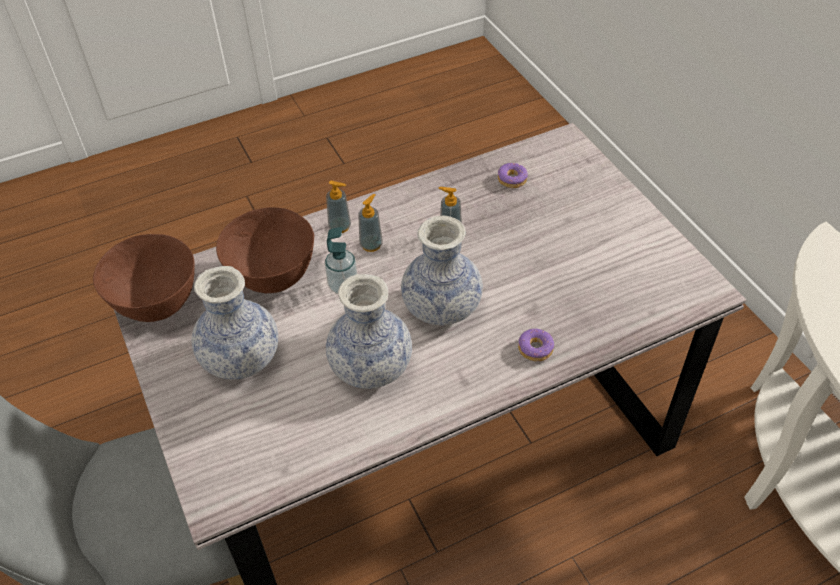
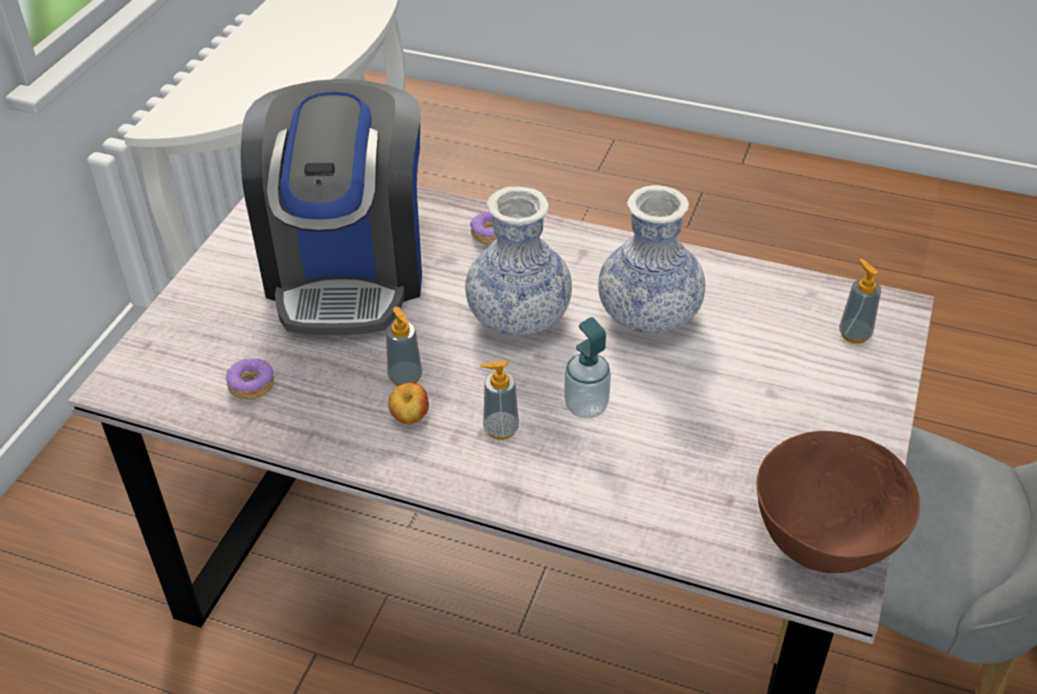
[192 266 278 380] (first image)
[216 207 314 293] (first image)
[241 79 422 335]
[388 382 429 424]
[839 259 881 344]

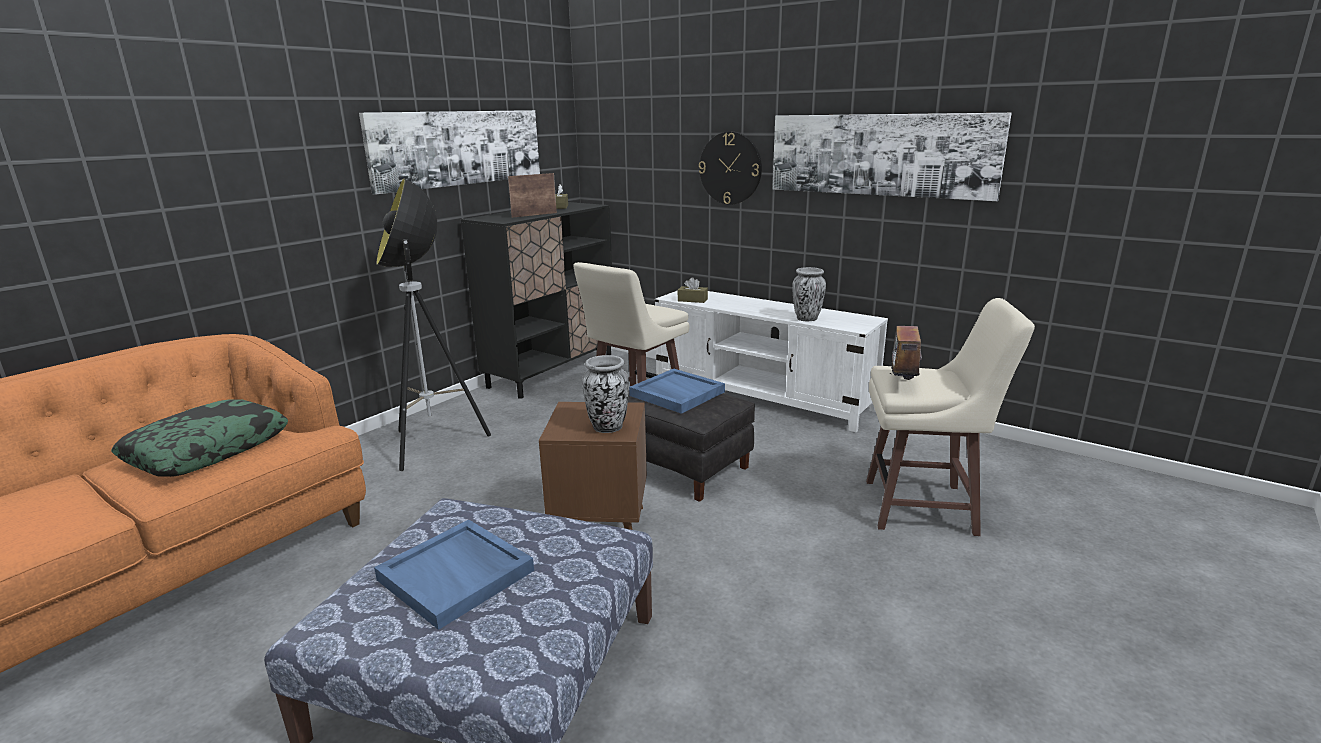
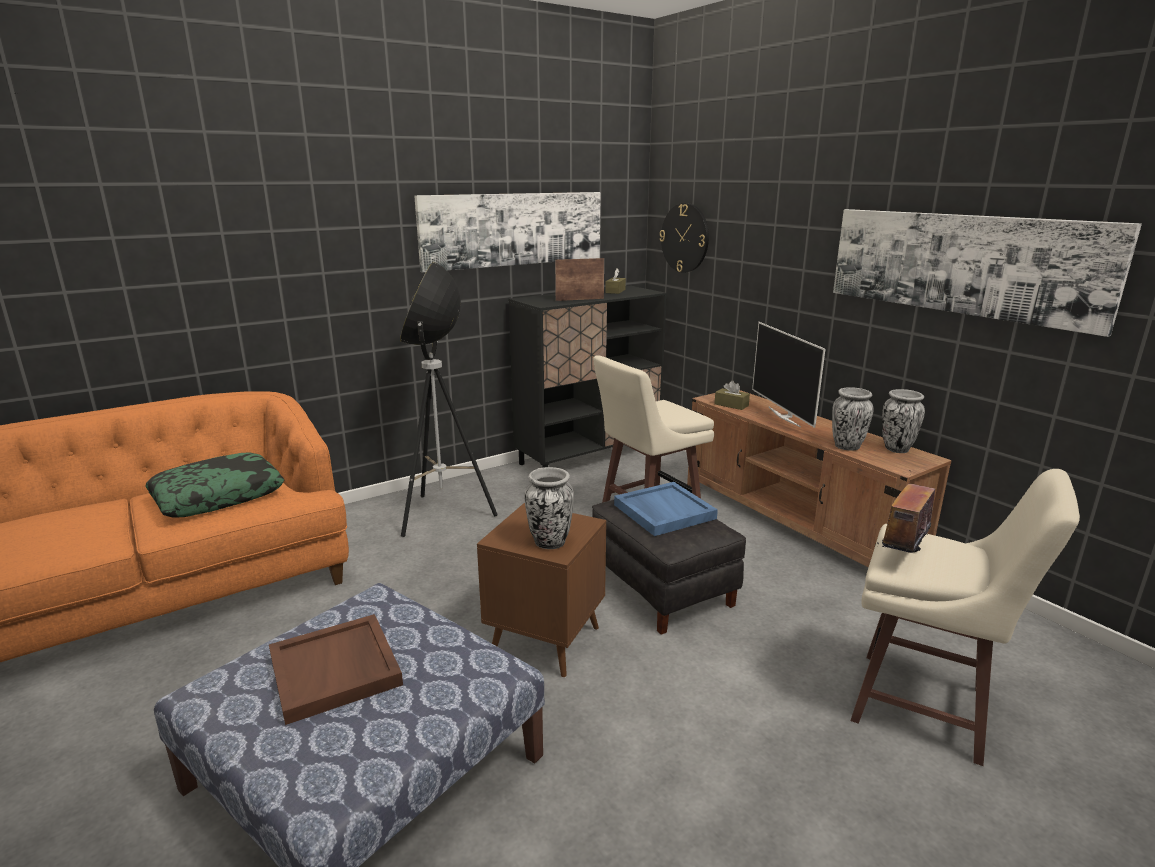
[752 322 825 428]
[882 389 925 453]
[660 203 709 273]
[269 614 403 725]
[687 390 952 567]

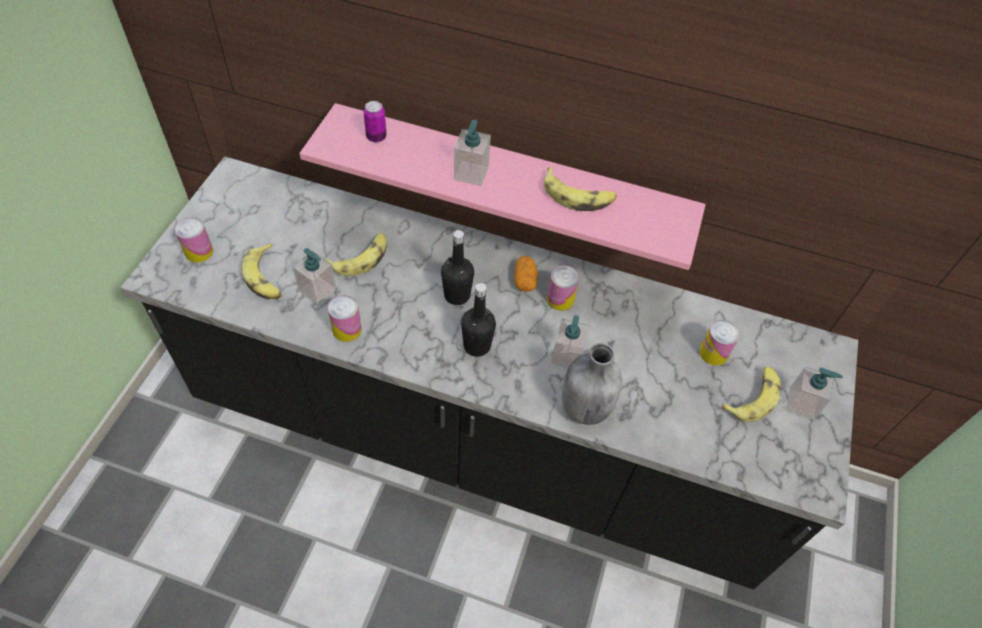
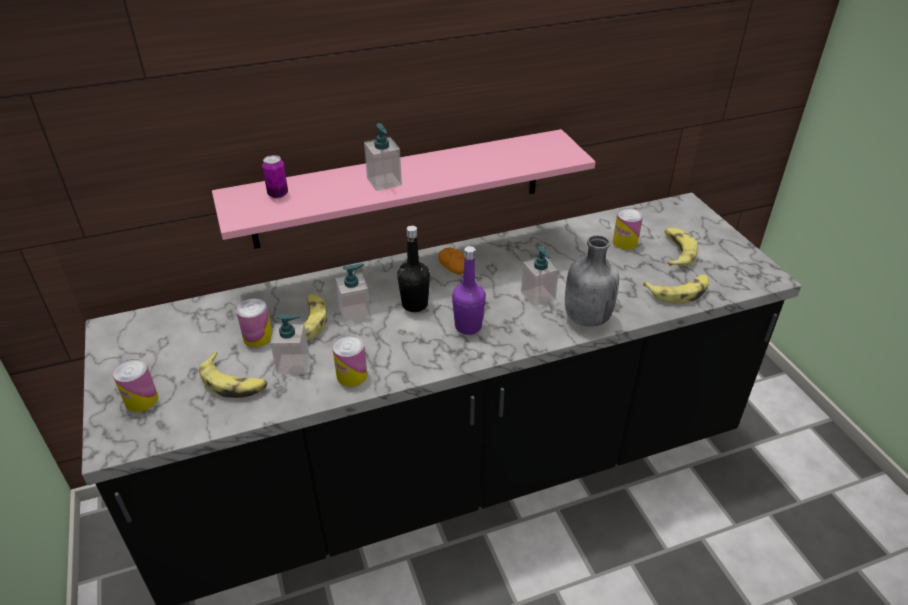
[643 274 709 304]
[236 299 272 347]
[335 264 371 324]
[452 246 486 335]

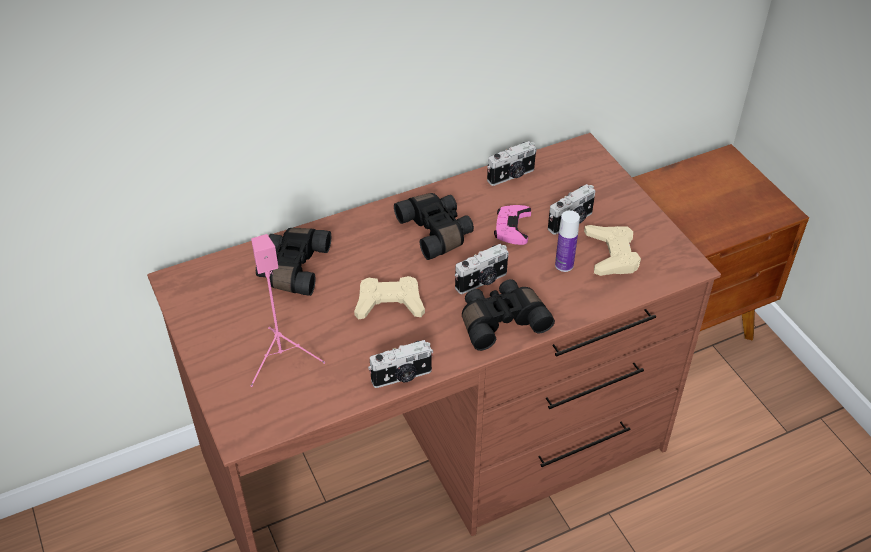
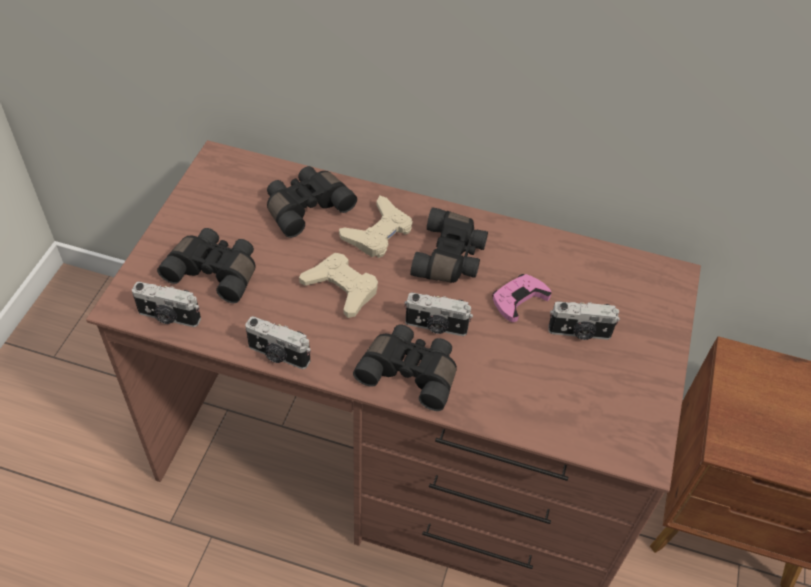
[555 210 580 272] (first image)
[132 282 201 327]
[339 196 413 258]
[157 228 255 303]

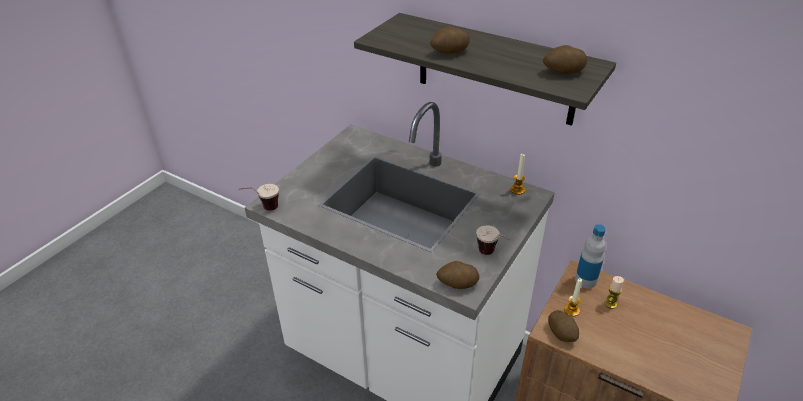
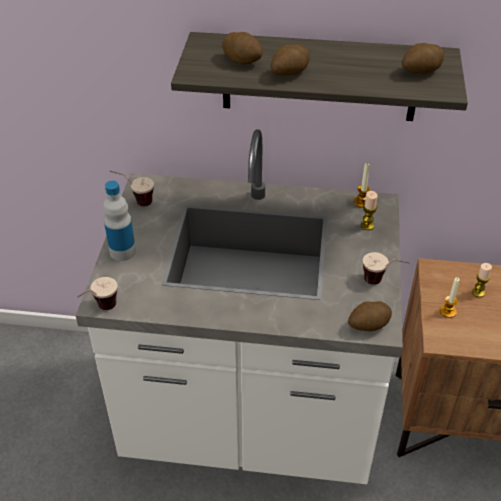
[110 171 154 206]
[361 191 378 230]
[222 32 263 65]
[103 181 136 261]

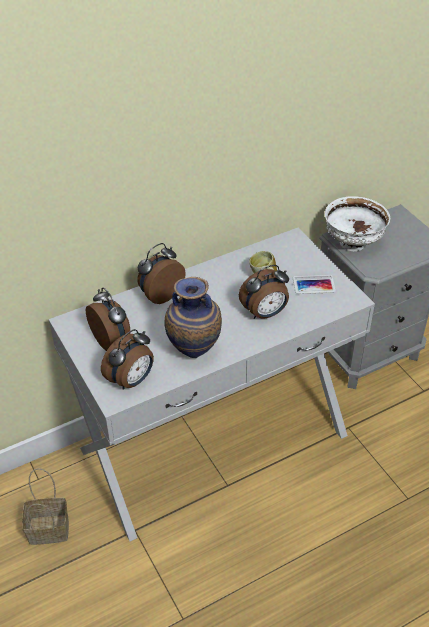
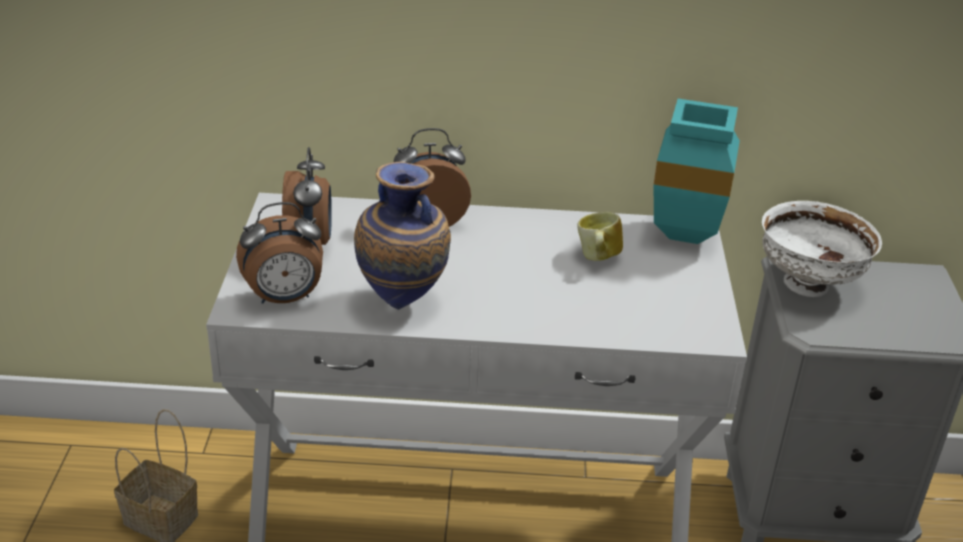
[239 265 289 319] (first image)
[293 275 336 294] (first image)
[654 99 740 244]

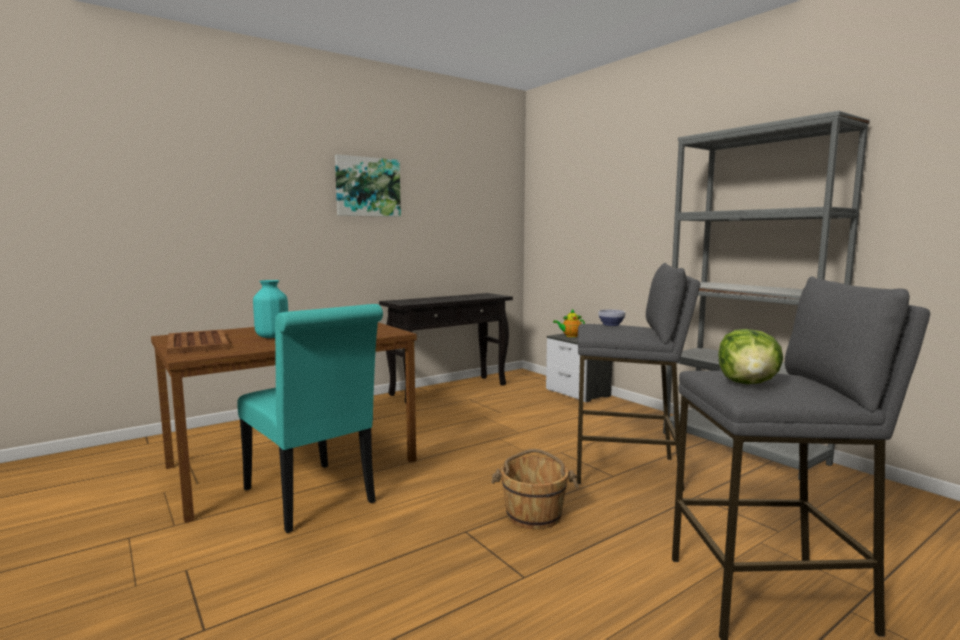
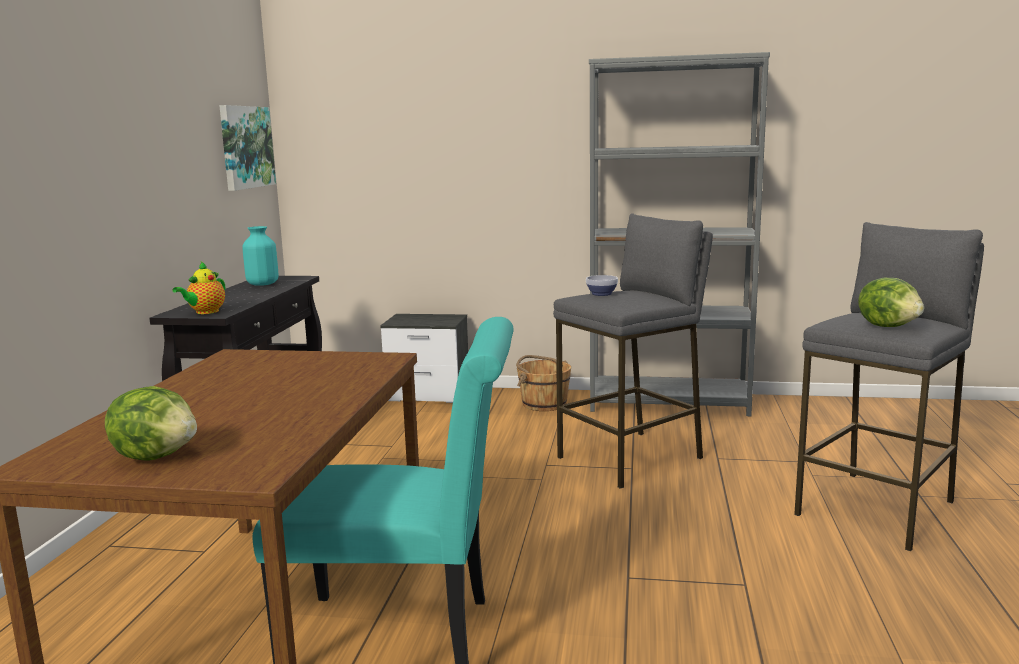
[242 226 278 286]
[219 105 276 191]
[516 355 571 411]
[173 262 225 314]
[105 386 197 461]

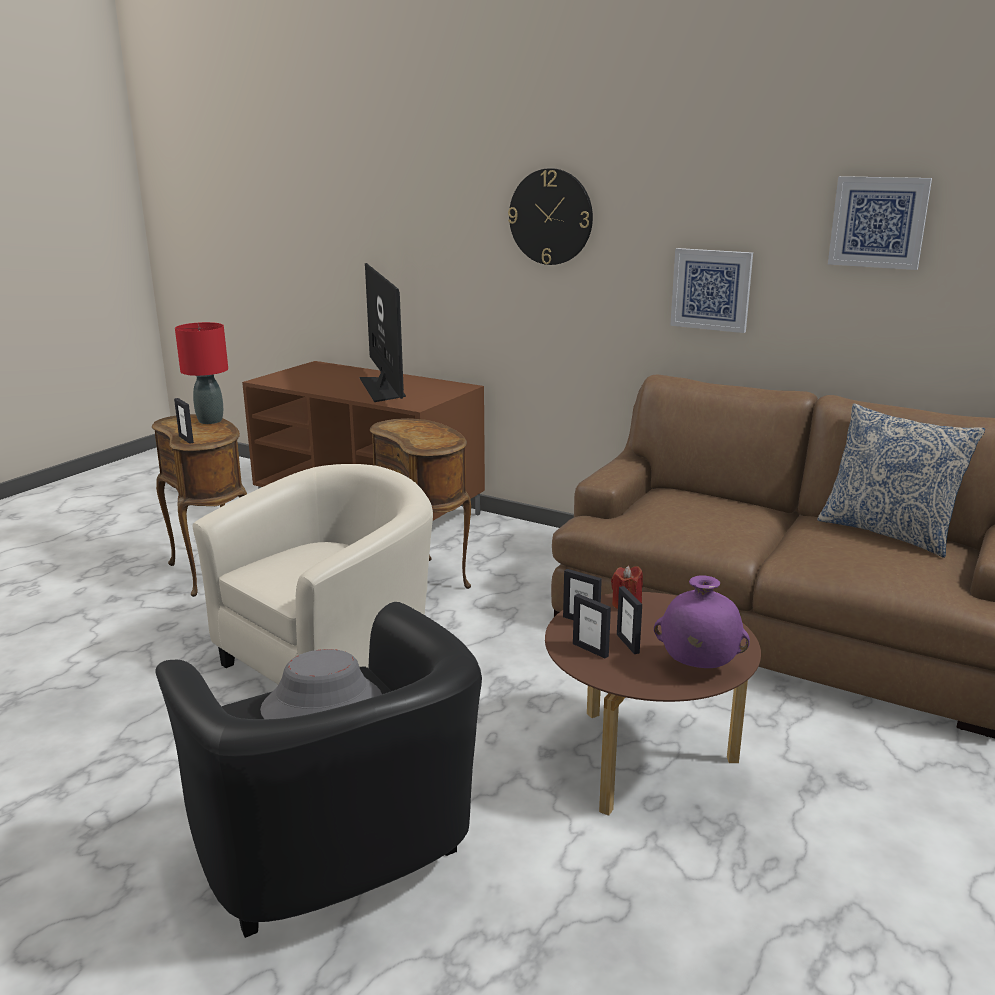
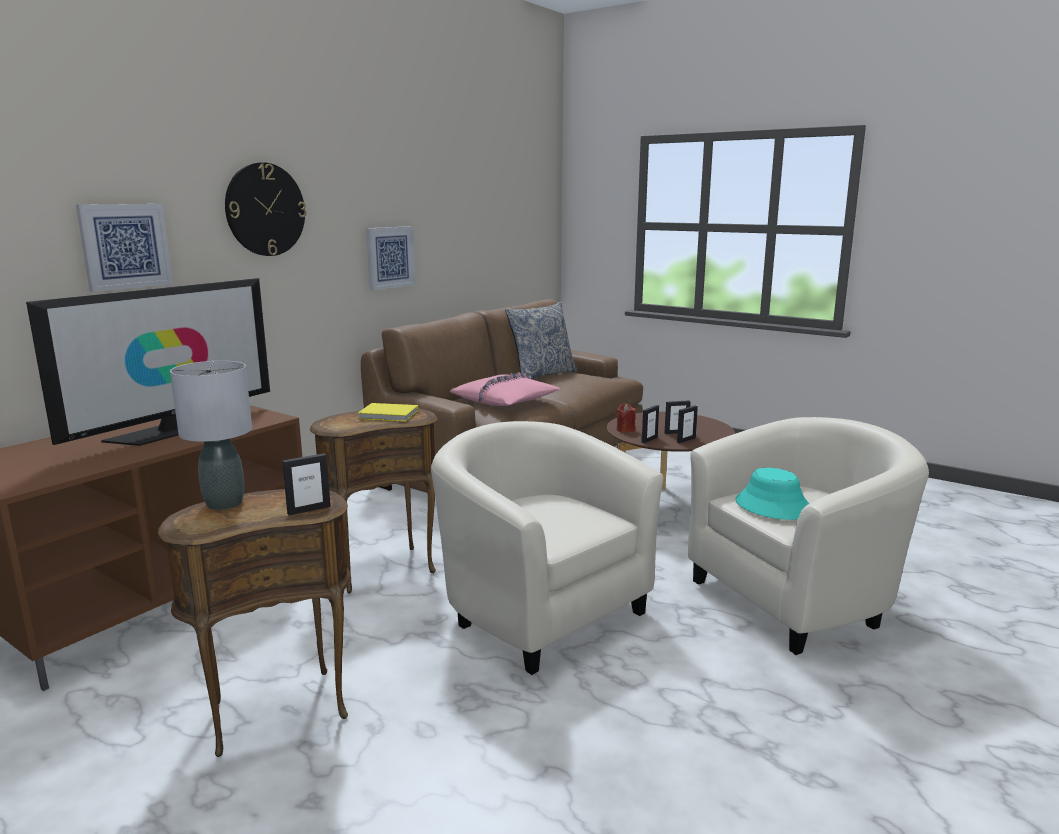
[654 575 750 668] (first image)
[358 403 418 422]
[450 372 560 406]
[76 204 173 292]
[688 417 929 655]
[170 361 252 510]
[735 468 809 520]
[26 278 270 446]

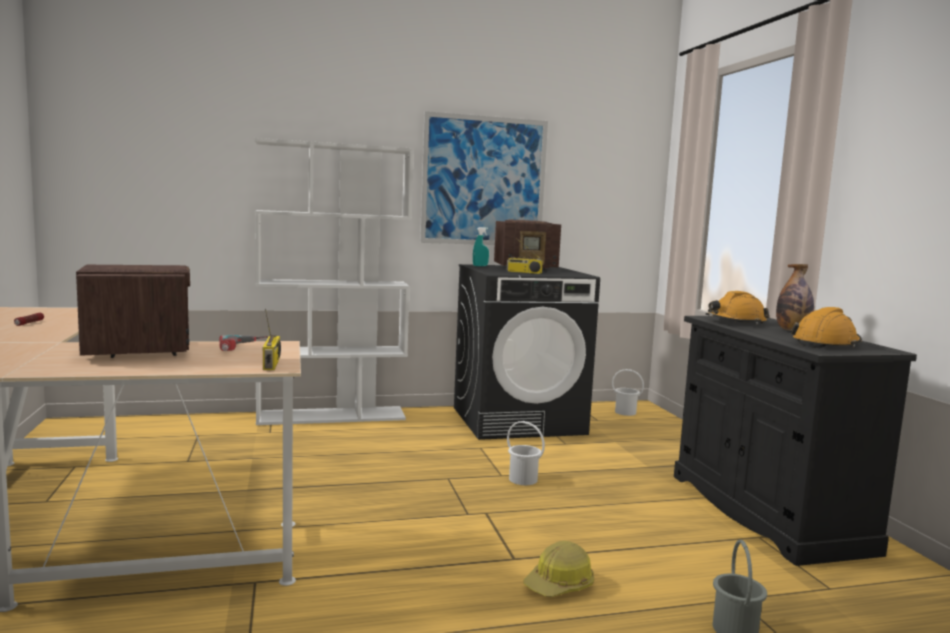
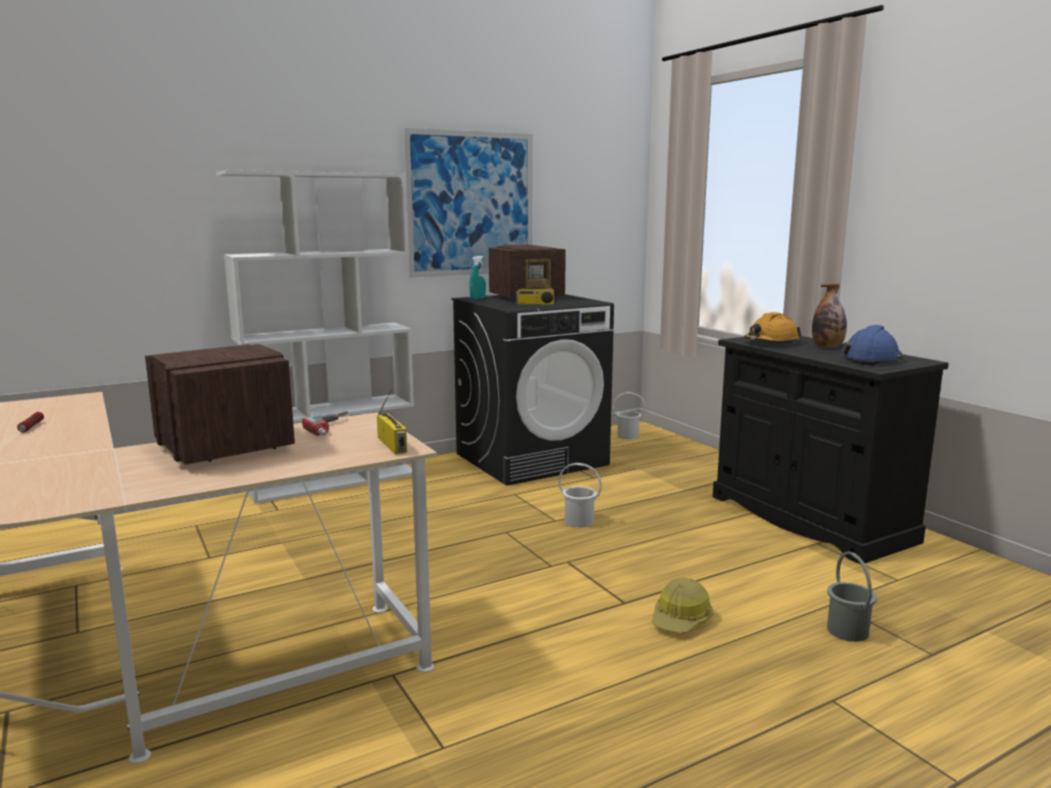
[842 325 902 366]

